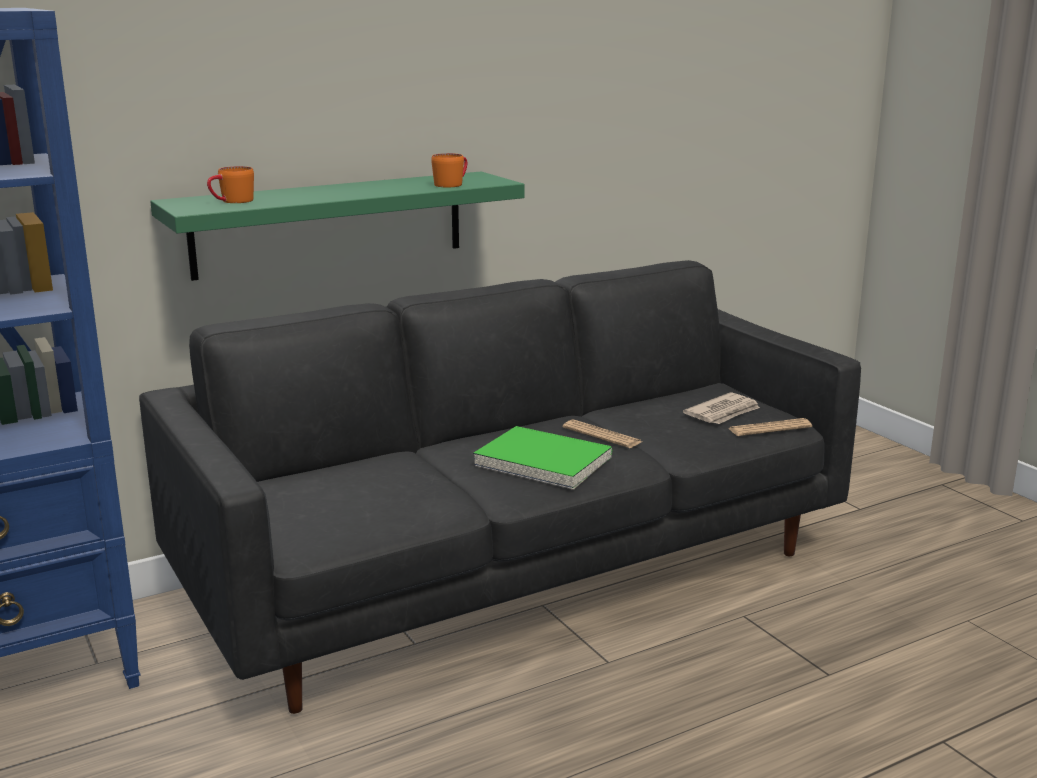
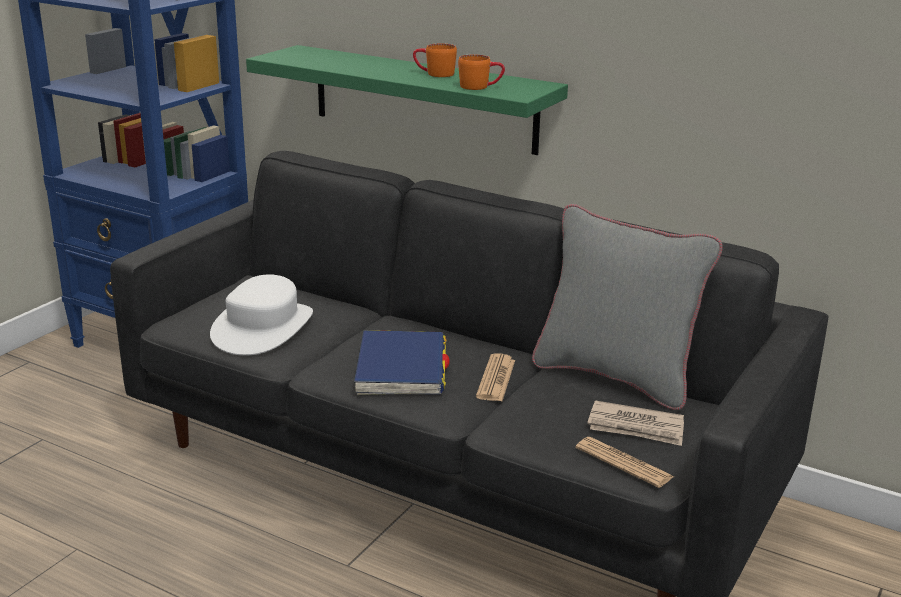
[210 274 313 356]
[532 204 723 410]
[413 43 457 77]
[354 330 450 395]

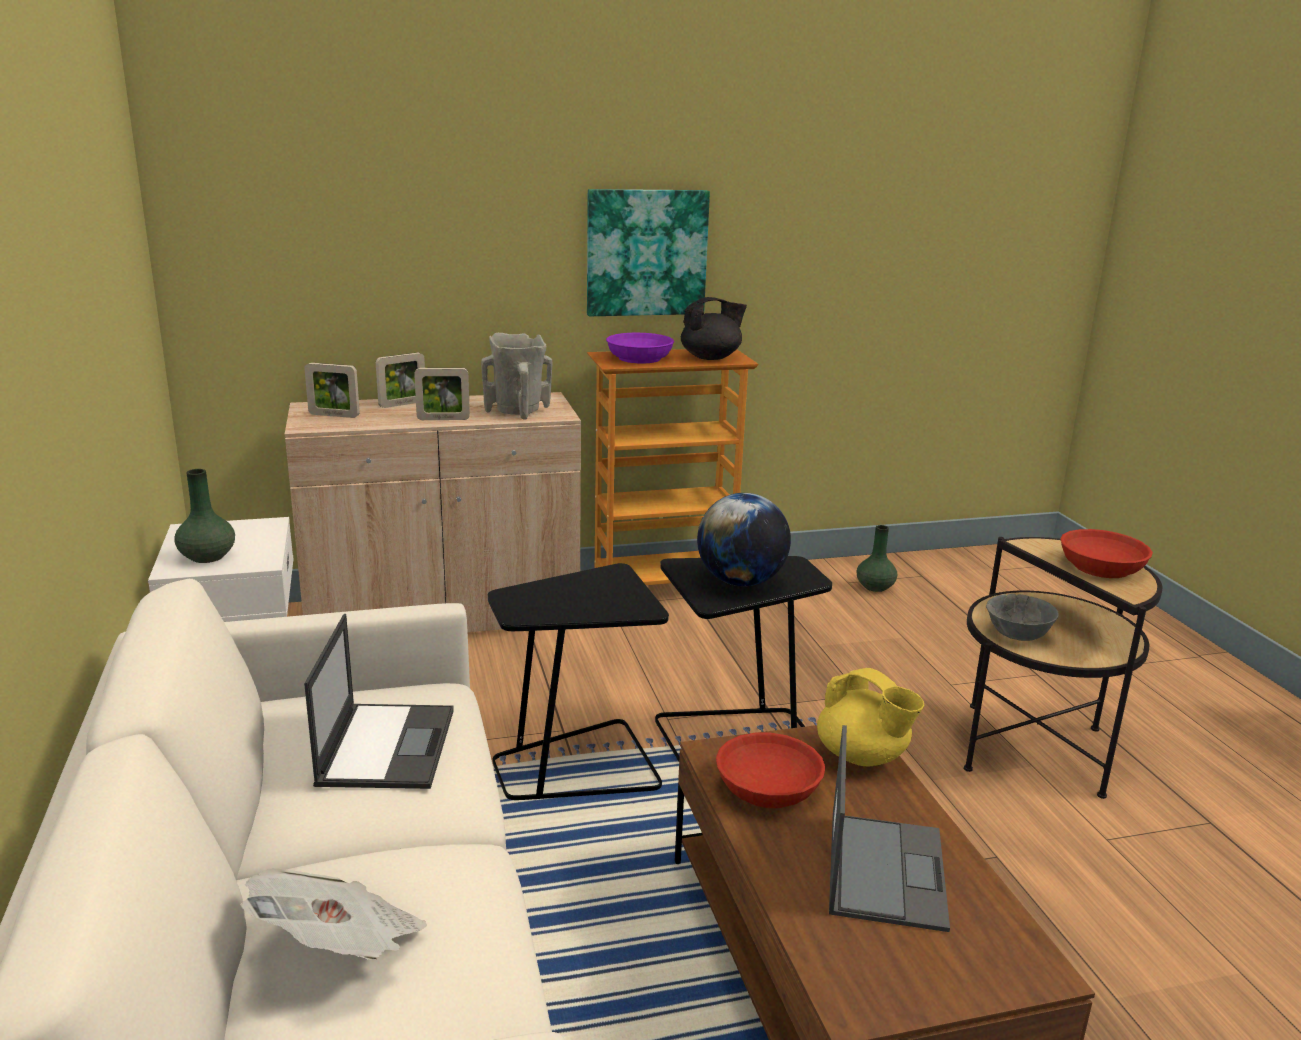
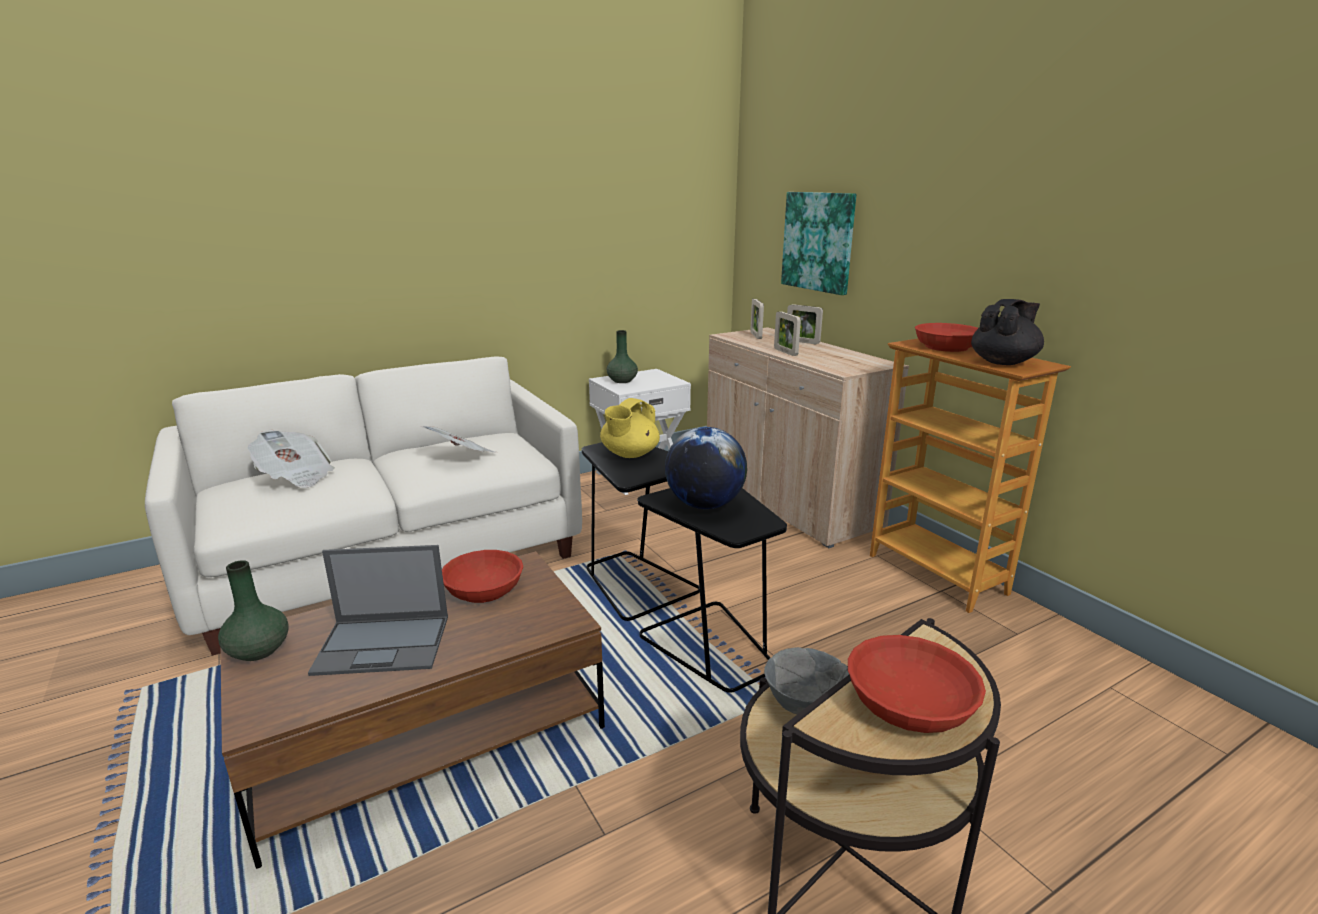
[481 333 553 419] (first image)
[781 192 856 295]
[600 398 660 458]
[218 560 289 661]
[422 426 495 452]
[915 323 978 352]
[971 299 1044 365]

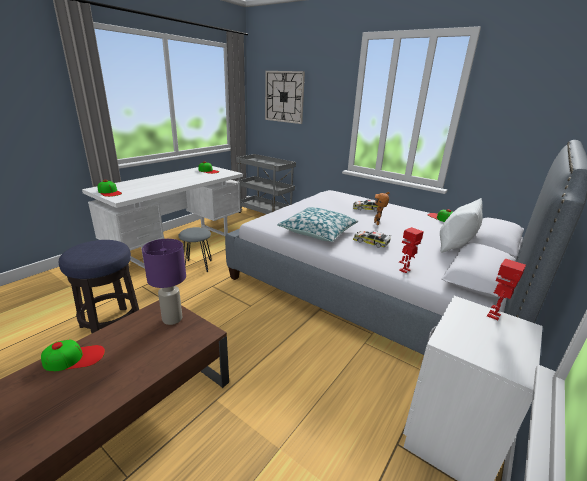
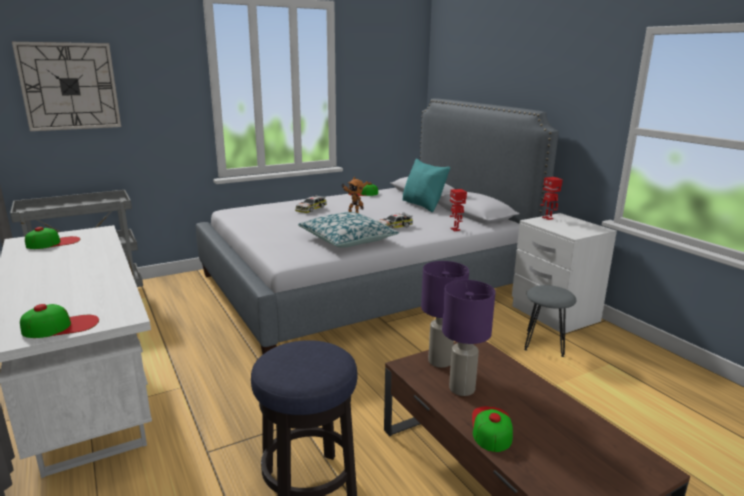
[442 280 496 396]
[524 285 576 357]
[402 159 450 212]

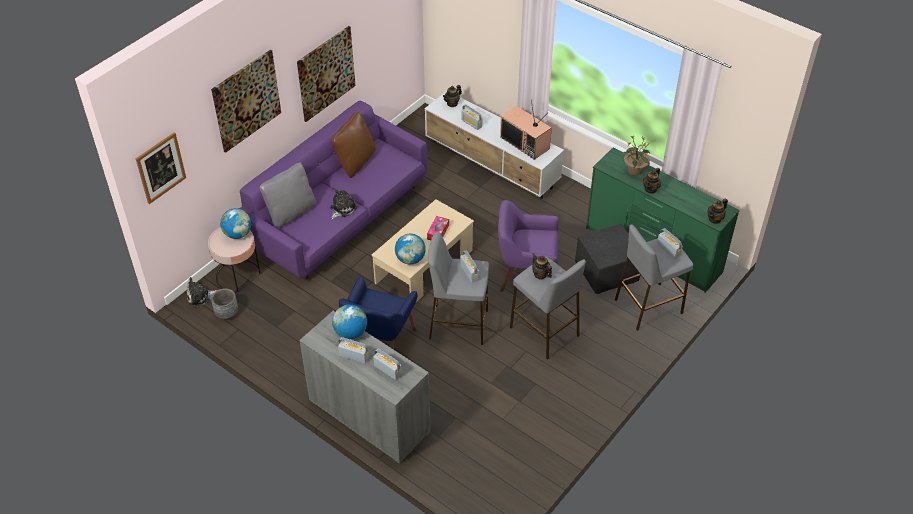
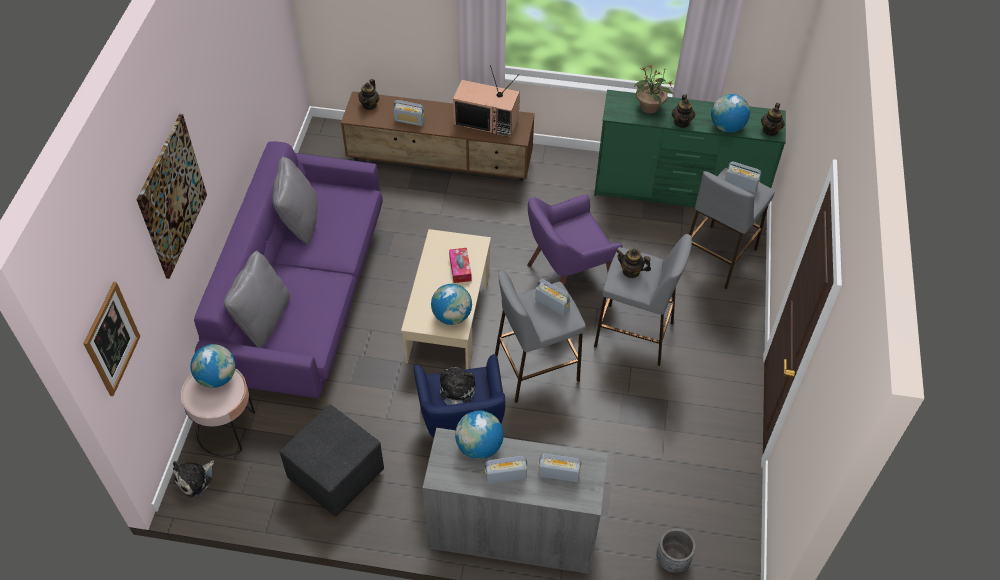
[297 26 355 122] (first image)
[711 94 750 133]
[656 528 696 573]
[440 367 476 405]
[279 405 384 516]
[272 156 317 244]
[341 91 535 181]

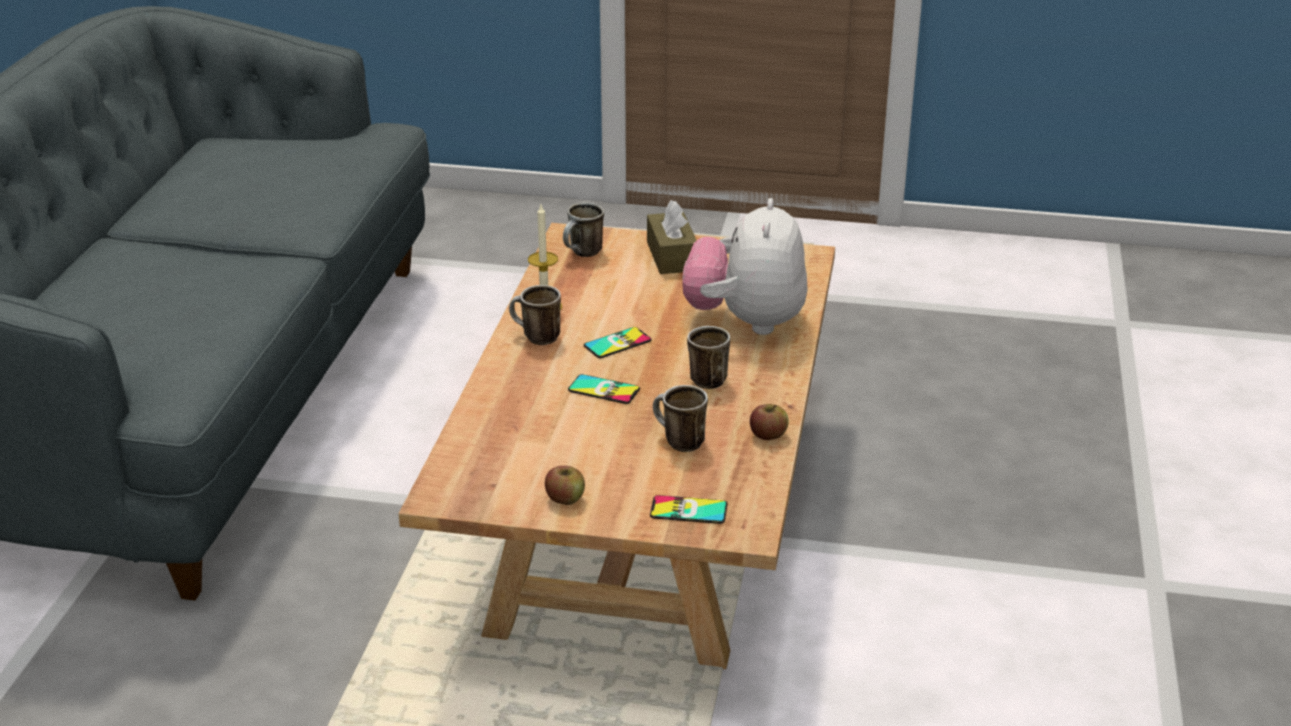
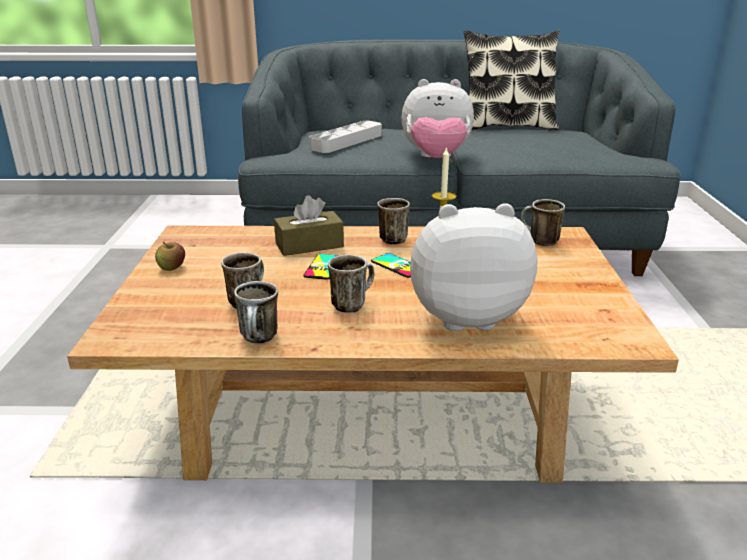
[650 495 727 524] (first image)
[309 121 382 153]
[402 79 474 158]
[464 30 560 130]
[274 195 344 256]
[234 281 278 344]

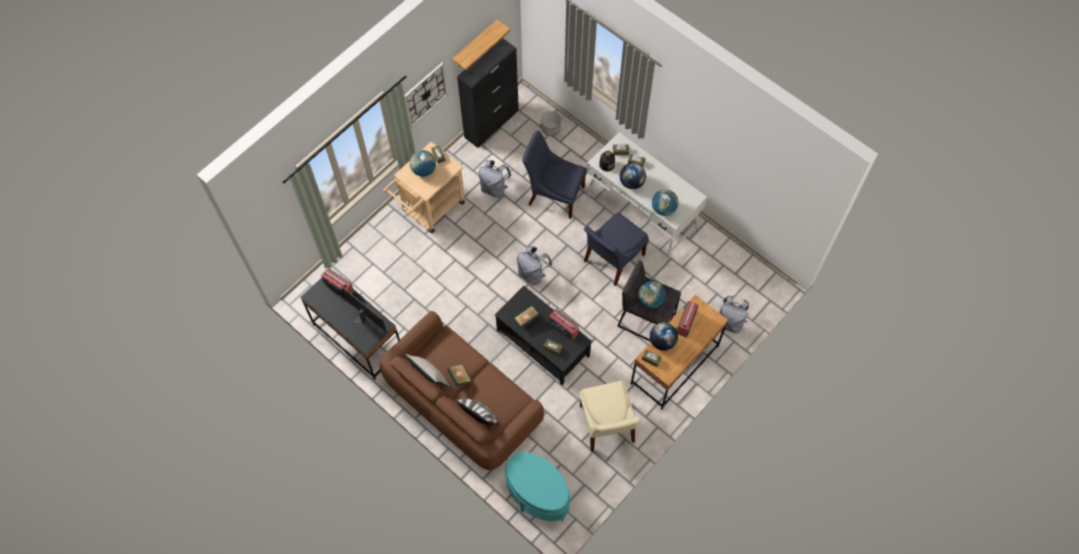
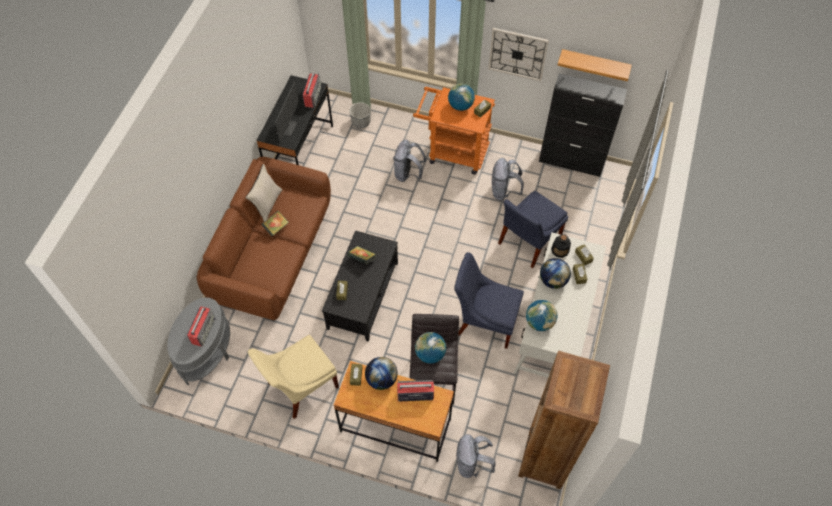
[456 398 499 425] (first image)
[518 351 610 489]
[393 140 426 182]
[349 102 371 128]
[187 306 216 346]
[413 87 495 175]
[167 297 230 385]
[498 191 568 268]

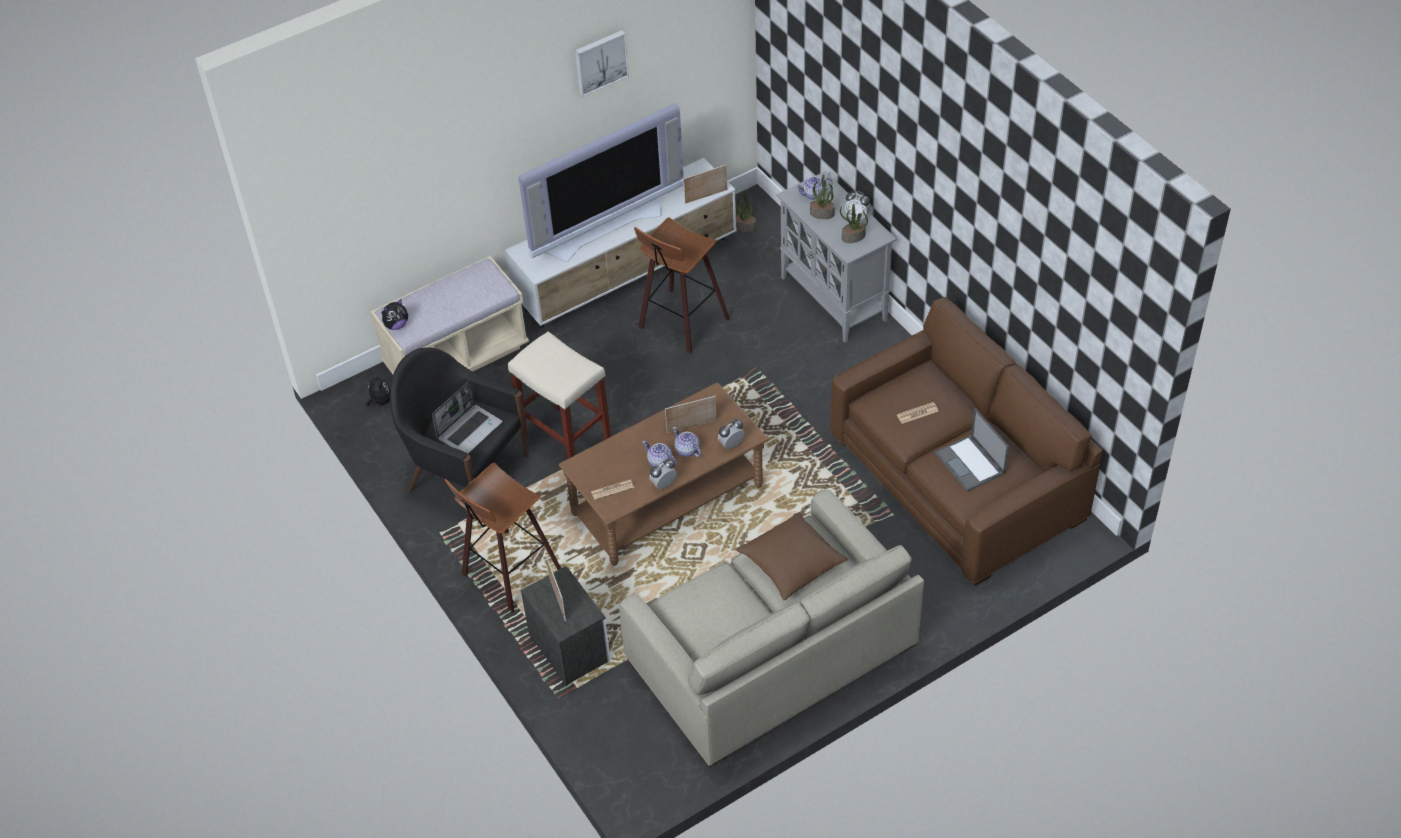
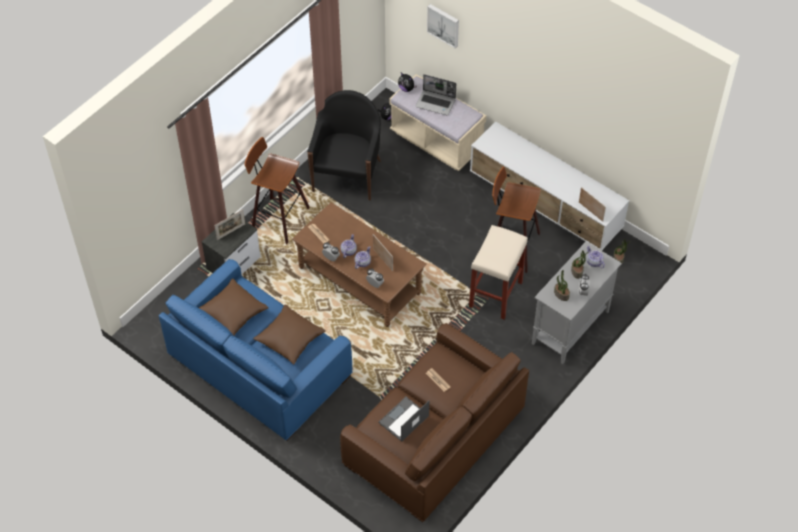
[518 103 684 262] (first image)
[198 278 269 335]
[416 74 456 115]
[469 225 528 320]
[427 4 459 48]
[159 259 353 441]

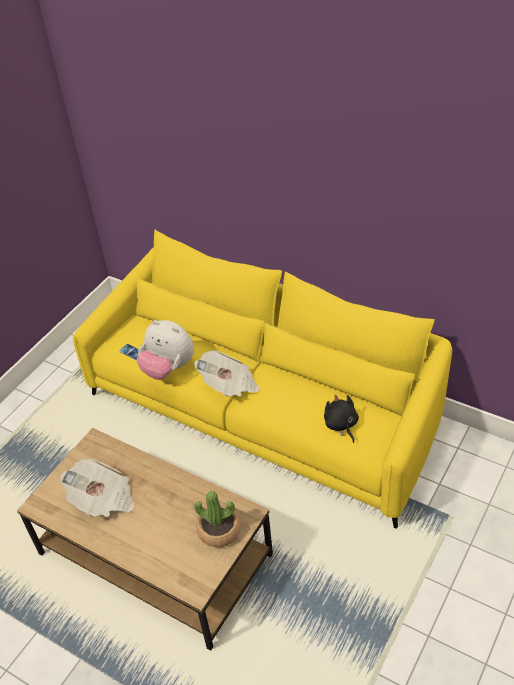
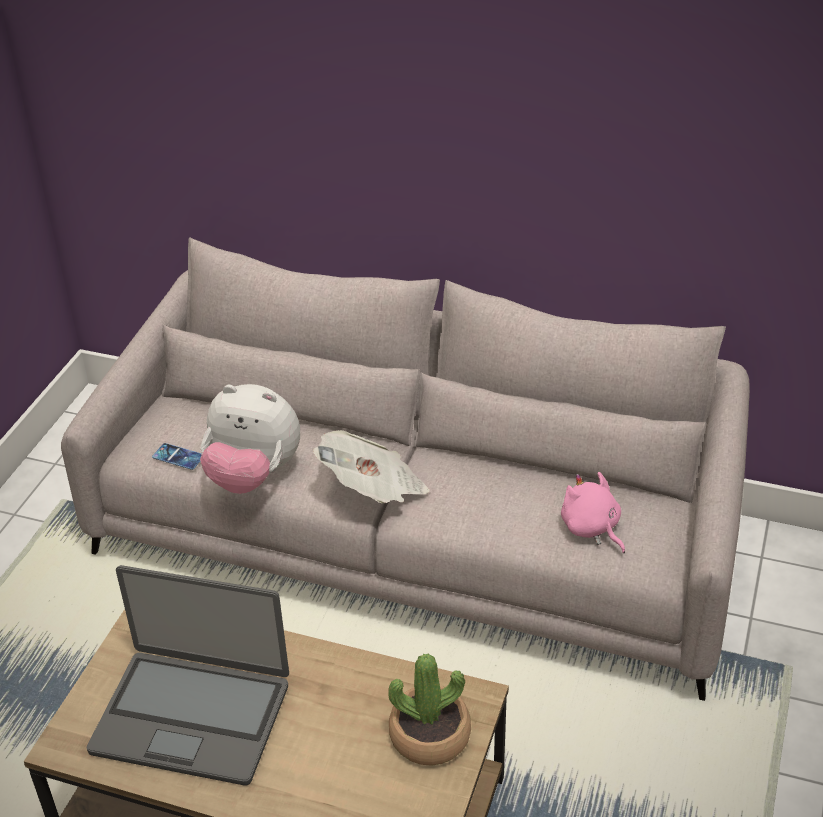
[87 565 289 786]
[61 238 750 701]
[561 472 625 553]

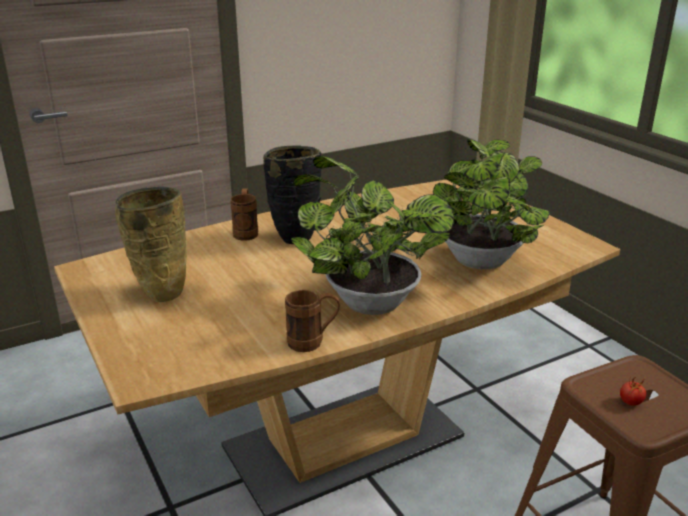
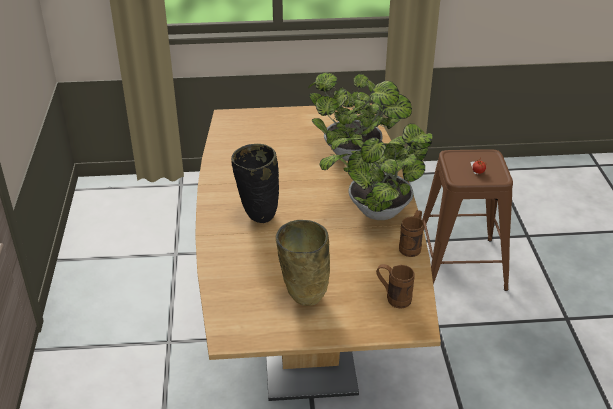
[376 264 415 309]

